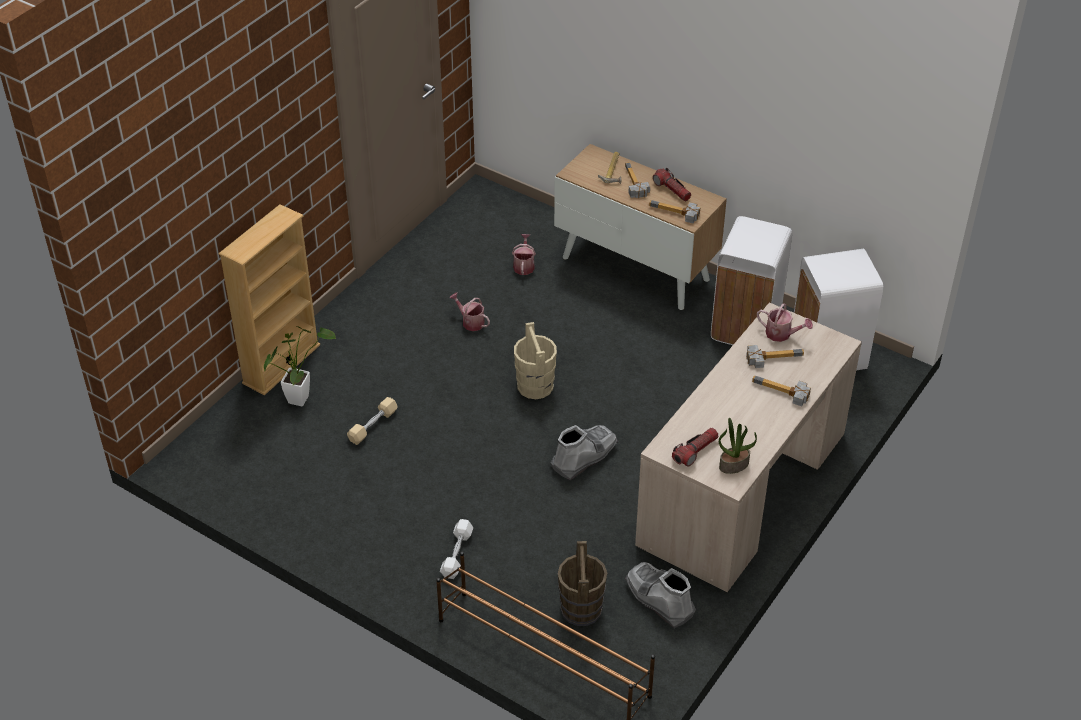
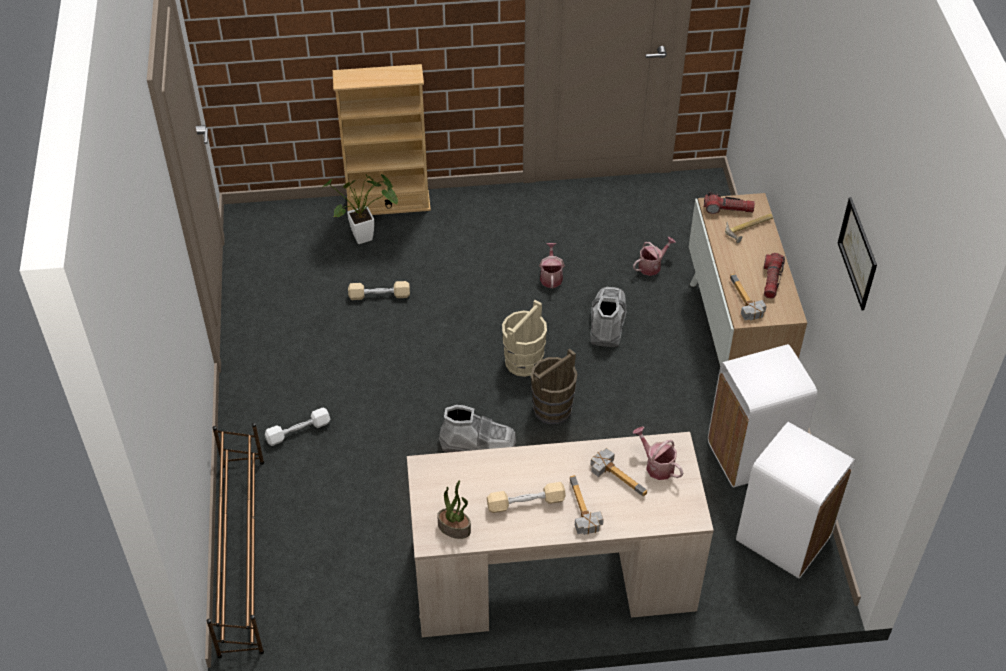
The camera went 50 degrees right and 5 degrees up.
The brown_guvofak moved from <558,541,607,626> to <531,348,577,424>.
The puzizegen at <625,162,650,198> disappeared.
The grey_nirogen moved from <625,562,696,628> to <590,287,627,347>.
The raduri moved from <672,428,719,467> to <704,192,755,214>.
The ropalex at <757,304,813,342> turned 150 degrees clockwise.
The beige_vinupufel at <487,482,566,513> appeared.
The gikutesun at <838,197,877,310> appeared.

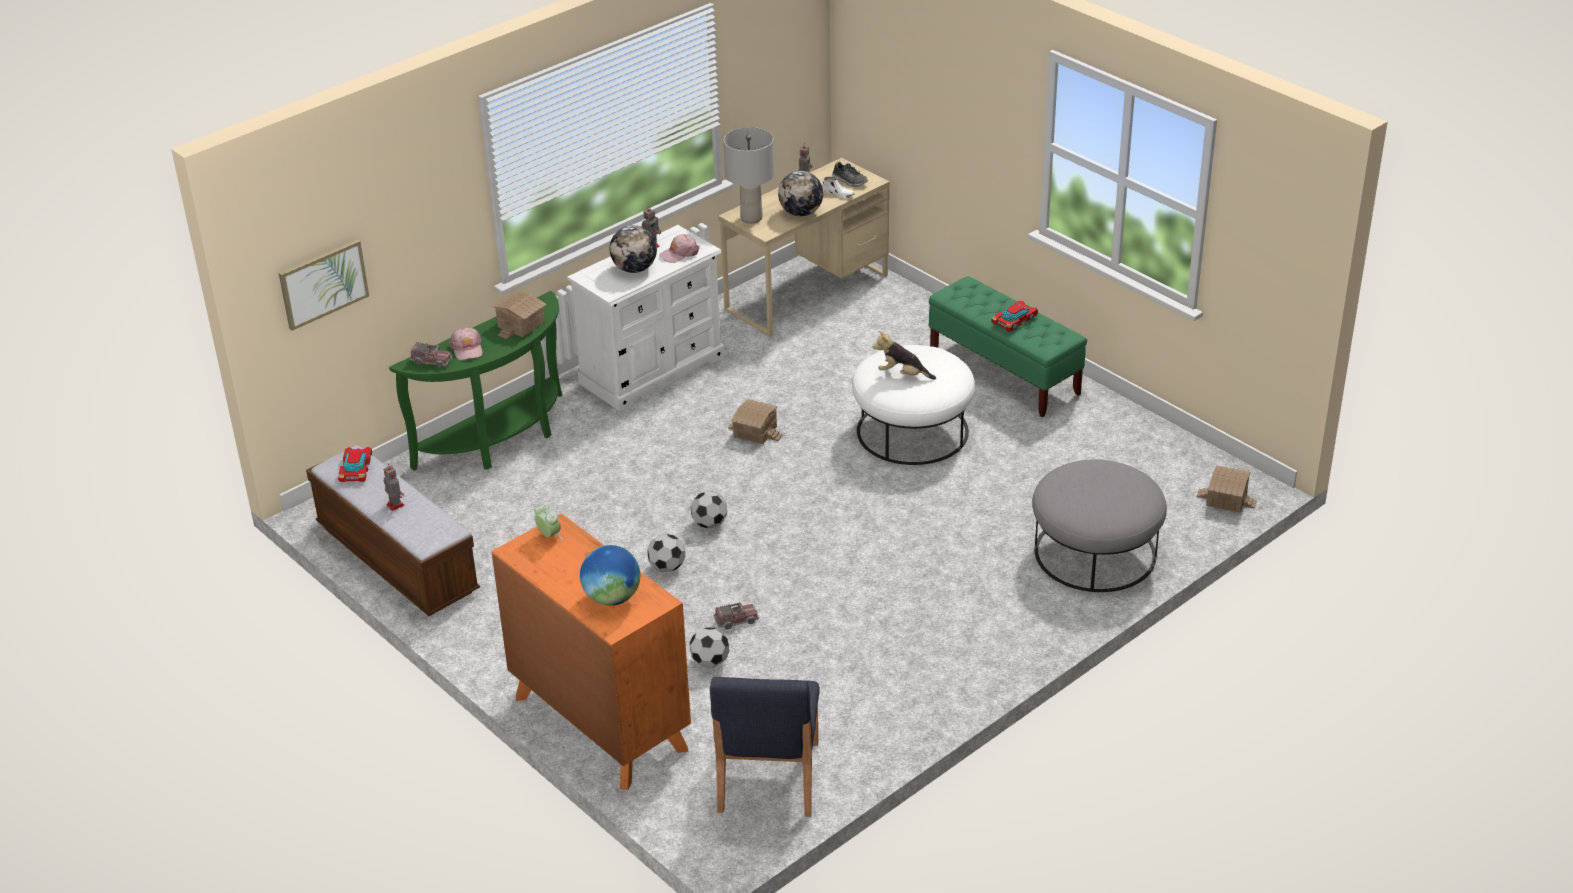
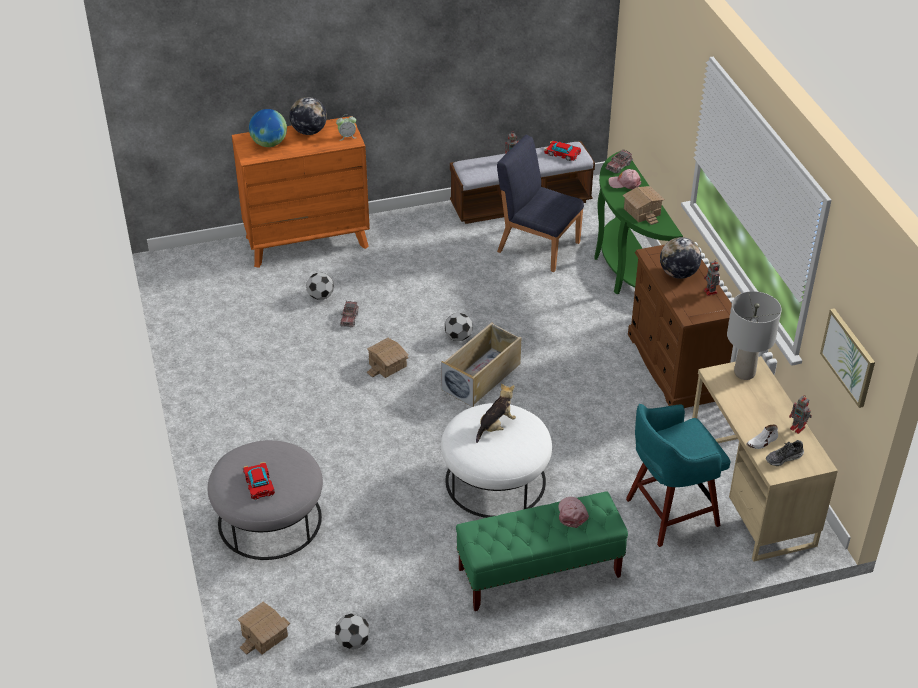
The camera went 115 degrees right and 5 degrees up.
The gikutesun moved from <279,239,369,331> to <820,308,875,408>.
The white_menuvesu at <567,225,725,411> became the brown_menuvesu at <628,245,733,408>.
The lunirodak moved from <647,534,685,572> to <335,613,369,650>.
The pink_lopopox moved from <659,234,700,263> to <558,497,589,528>.
The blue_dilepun moved from <710,677,820,817> to <497,135,584,272>.
The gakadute moved from <728,399,783,444> to <367,338,409,378>.
The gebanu moved from <778,171,823,216> to <289,97,327,135>.
The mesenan moved from <991,301,1038,332> to <243,462,275,500>.
The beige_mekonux at <441,322,522,407> appeared.
The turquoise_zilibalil at <626,404,731,547> appeared.

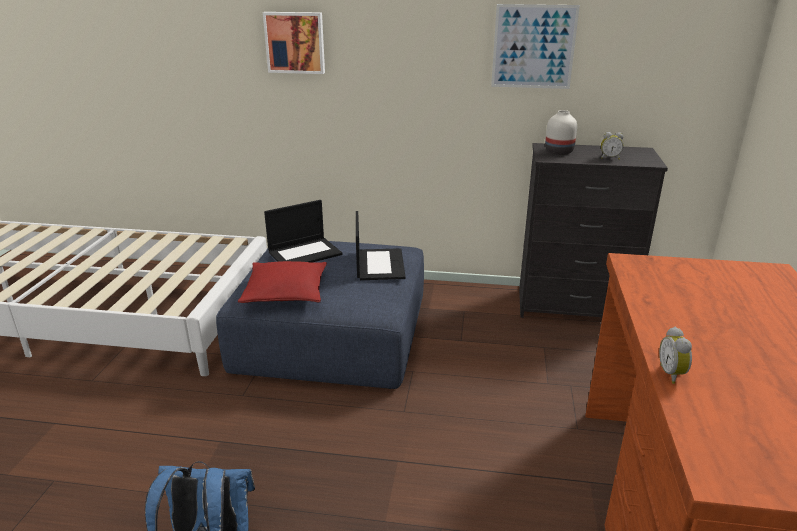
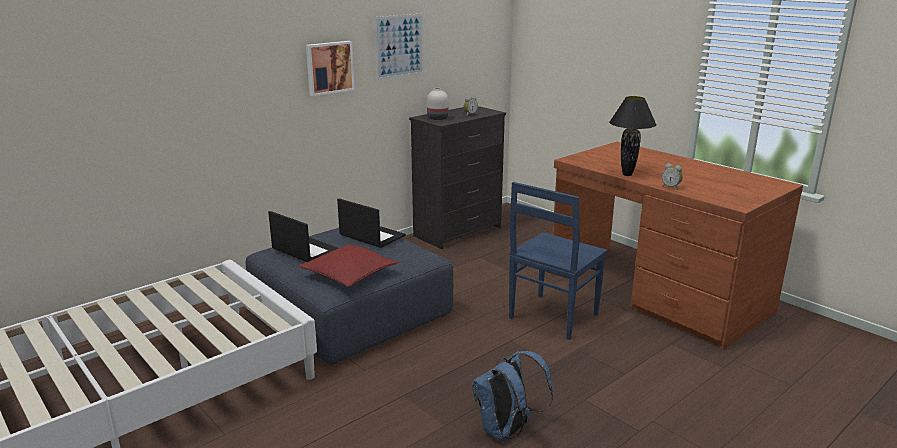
The camera went 50 degrees left and 5 degrees down.
The gikutesun moved from <263,12,325,74> to <306,41,355,96>.
The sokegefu at <264,200,343,263> turned 60 degrees counterclockwise.
The blue_dilepun at <509,182,607,340> appeared.
The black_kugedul at <609,96,656,176> appeared.

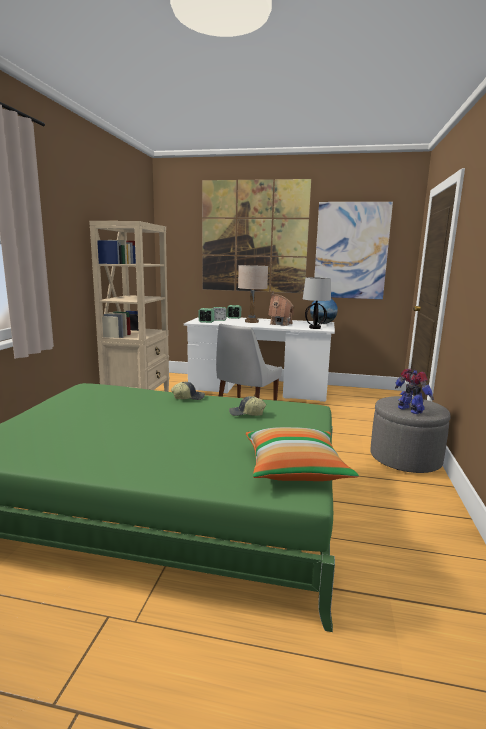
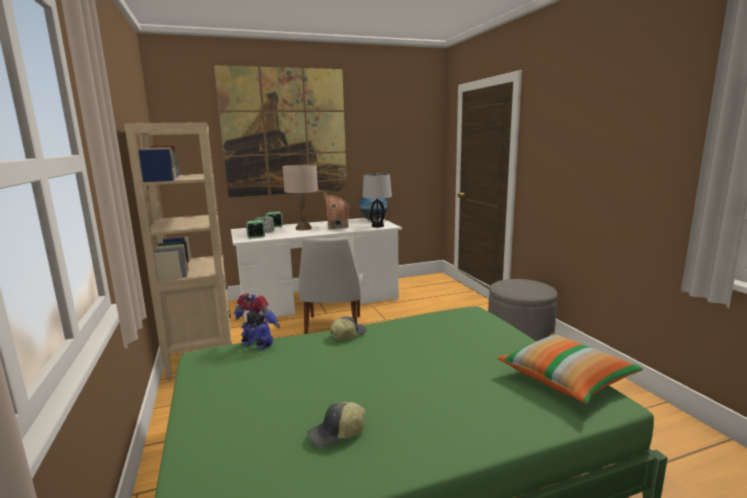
The camera went 30 degrees left and 0 degrees up.
The lopopox moved from <229,396,266,416> to <307,401,365,448>.
The gikutesun at <314,202,393,299> disappeared.
The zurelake moved from <395,369,434,414> to <234,293,280,350>.

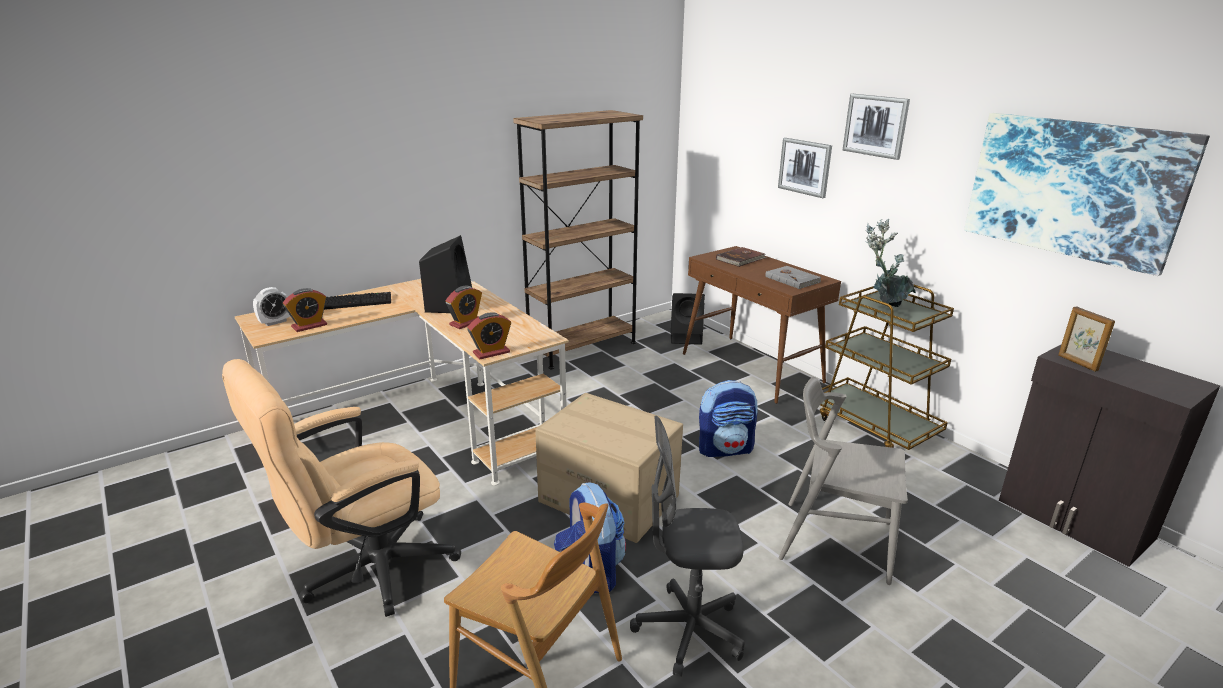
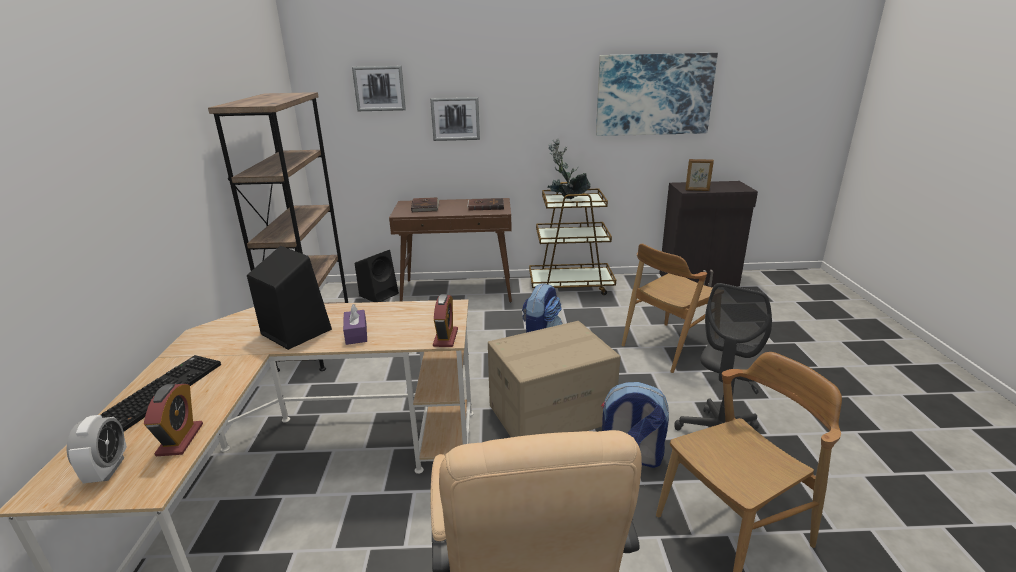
The camera went 55 degrees left and 0 degrees up.
The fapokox at <445,286,482,329> was replaced by the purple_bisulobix at <343,304,367,345>.
The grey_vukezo at <765,266,821,289> became the brown_vukezo at <467,198,504,210>.
The grey_dilepun at <778,377,908,585> became the brown_dilepun at <622,244,713,373>.
The gikutesun moved from <842,94,910,160> to <352,66,406,111>.

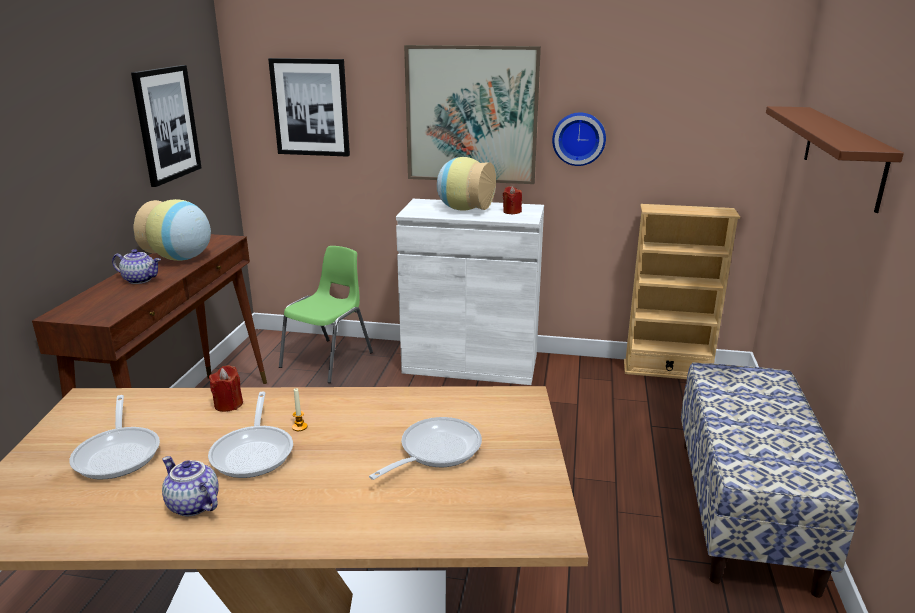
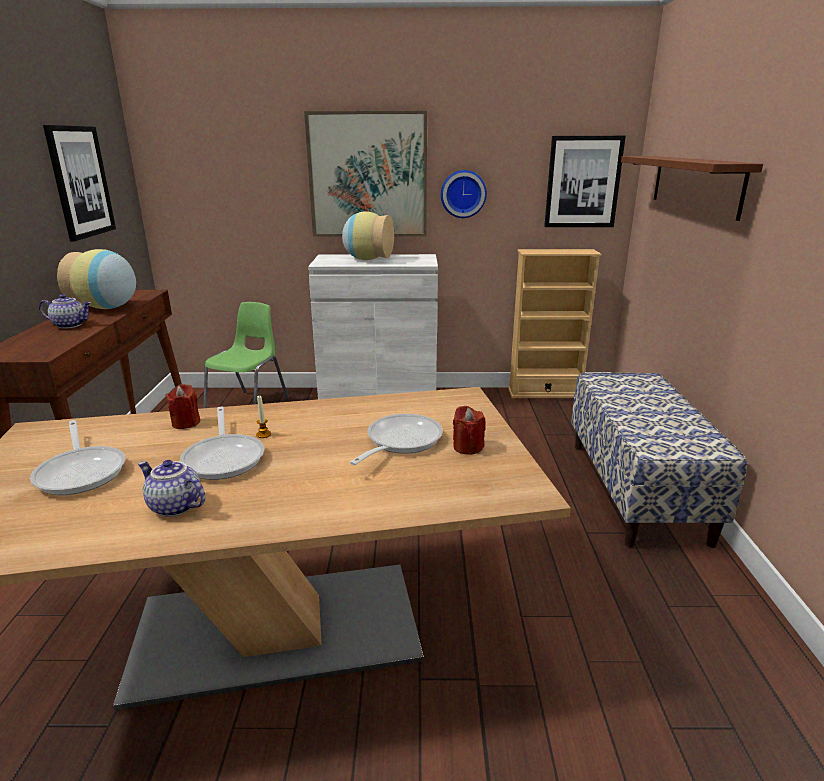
The camera went 10 degrees left and 0 degrees up.
The gikutesun moved from <268,58,350,157> to <544,136,626,227>.
The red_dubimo moved from <503,186,522,214> to <453,406,485,455>.

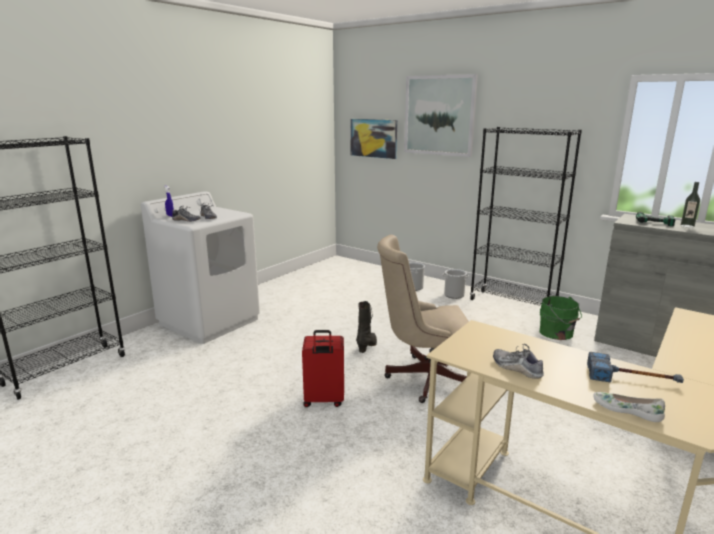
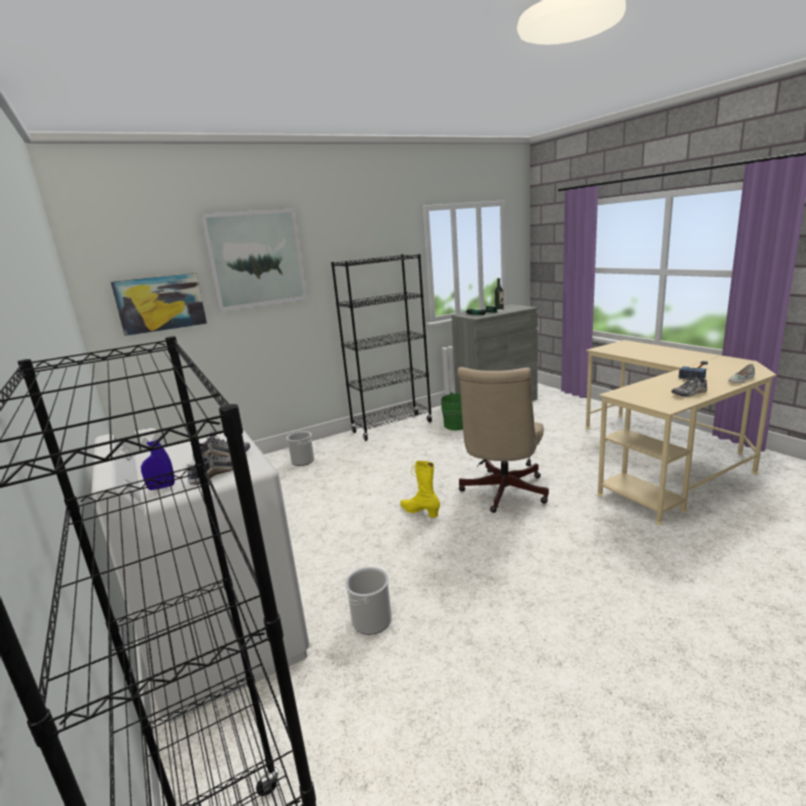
The camera went 65 degrees left and 0 degrees up.
The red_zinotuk at <302,330,344,407> disappeared.
The black_nirogen at <356,301,377,353> became the yellow_nirogen at <400,461,440,518>.
The guvofak moved from <443,269,469,299> to <345,567,392,635>.

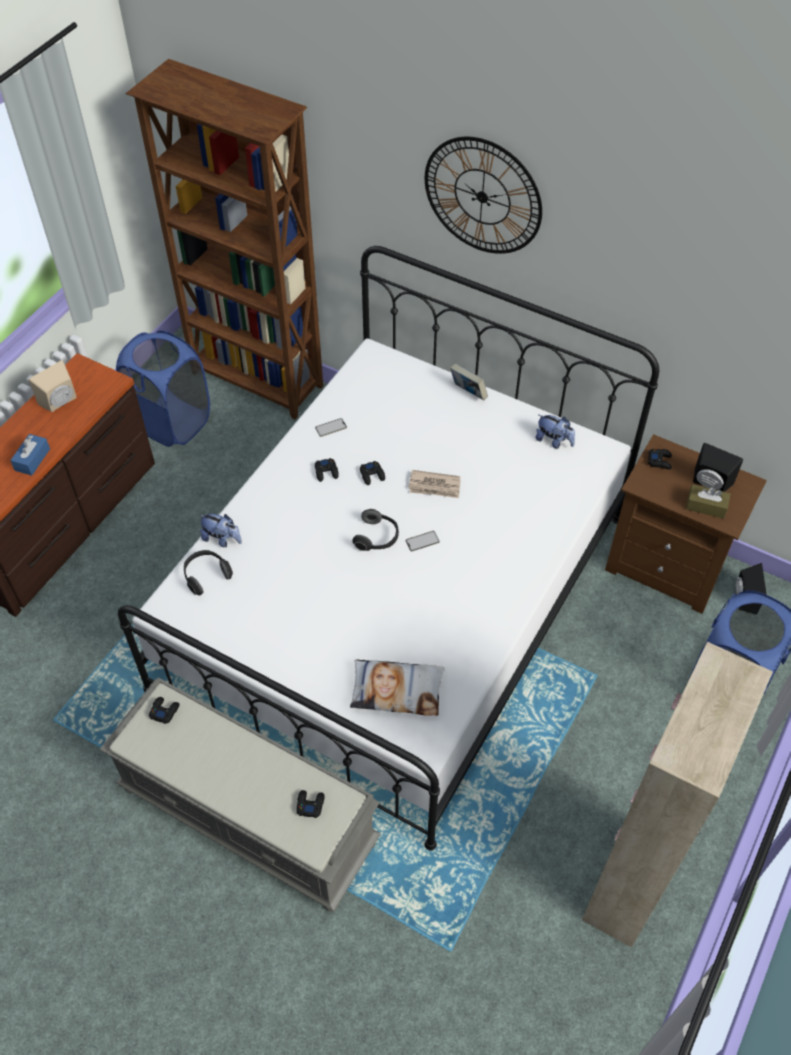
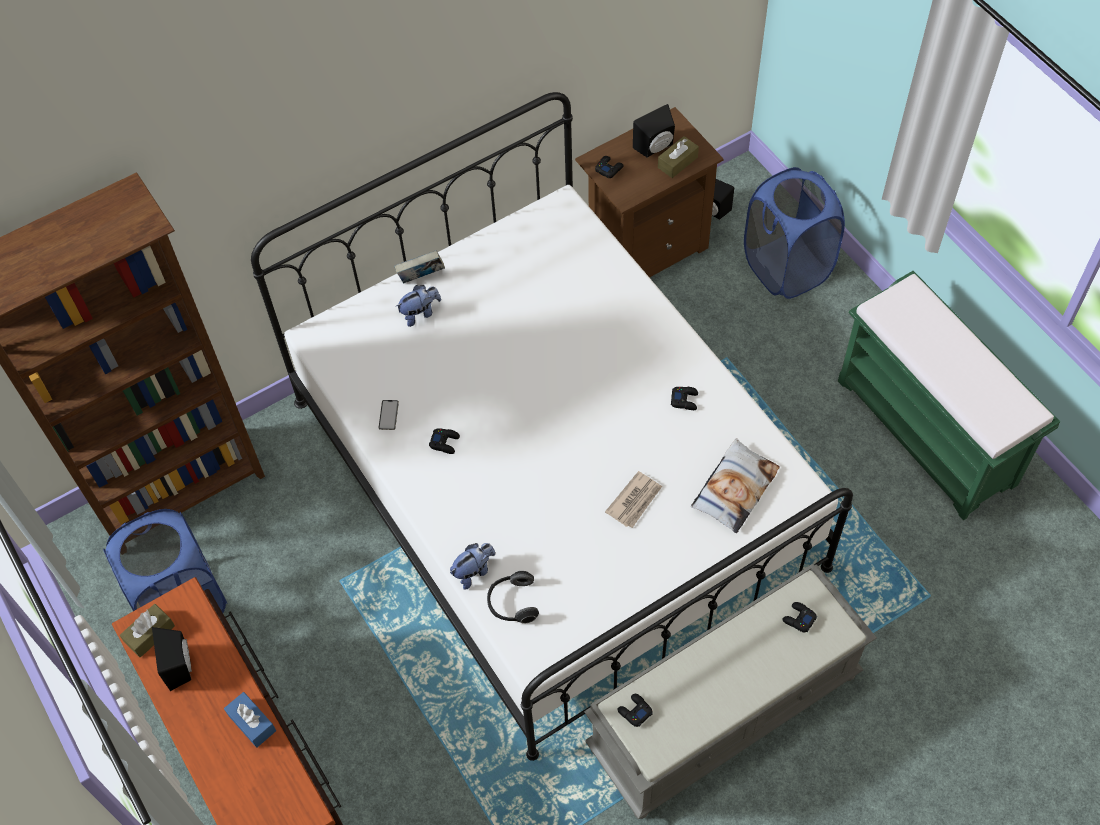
The camera went 60 degrees left and 5 degrees up.
The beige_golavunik at <29,360,77,412> became the black_golavunik at <152,627,192,691>.
The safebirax at <352,509,399,551> disappeared.
The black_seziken moved from <360,461,385,485> to <671,387,698,410>.
The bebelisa at <406,531,440,551> disappeared.
The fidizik moved from <408,470,460,498> to <605,471,662,528>.
The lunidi at <425,137,542,254> disappeared.
The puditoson moved from <535,415,575,449> to <395,285,441,327>.
The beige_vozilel at <582,642,773,948> was replaced by the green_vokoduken at <838,271,1060,520>.
The brown_bisulobix at <120,604,175,658> appeared.

